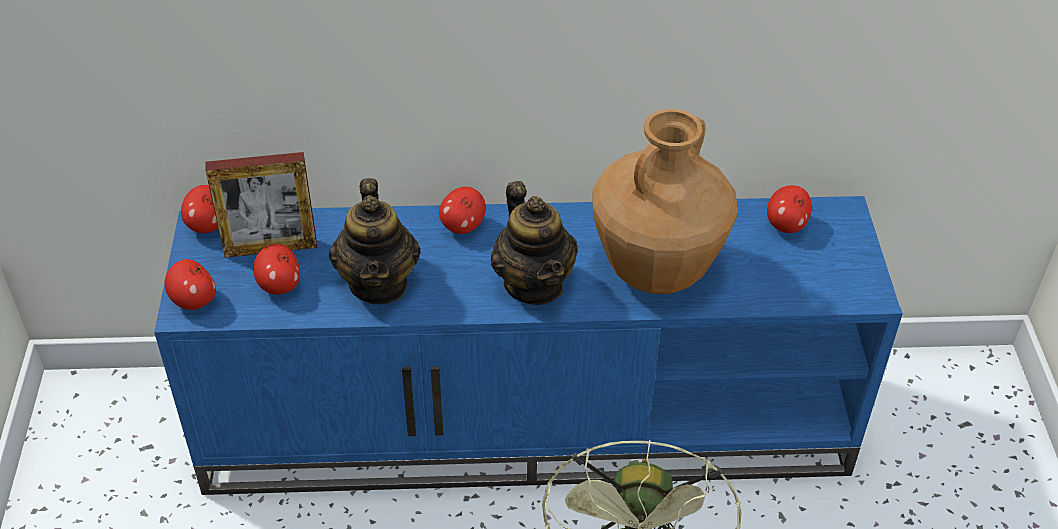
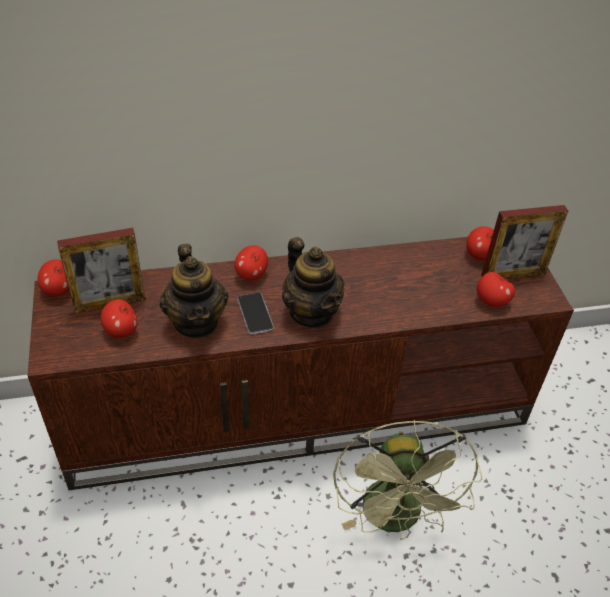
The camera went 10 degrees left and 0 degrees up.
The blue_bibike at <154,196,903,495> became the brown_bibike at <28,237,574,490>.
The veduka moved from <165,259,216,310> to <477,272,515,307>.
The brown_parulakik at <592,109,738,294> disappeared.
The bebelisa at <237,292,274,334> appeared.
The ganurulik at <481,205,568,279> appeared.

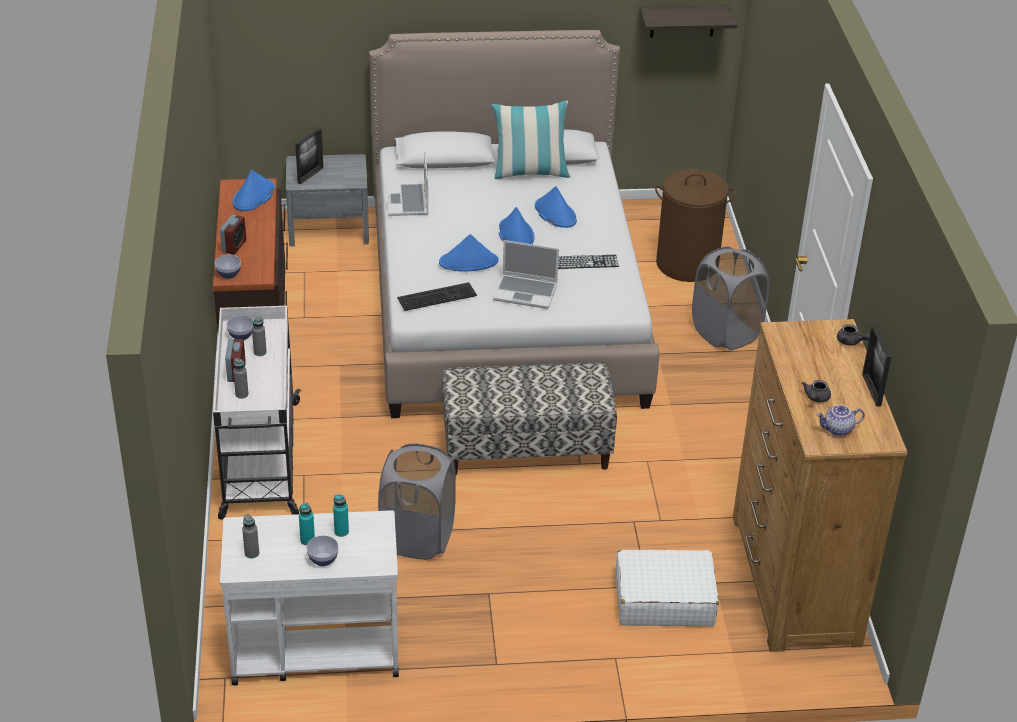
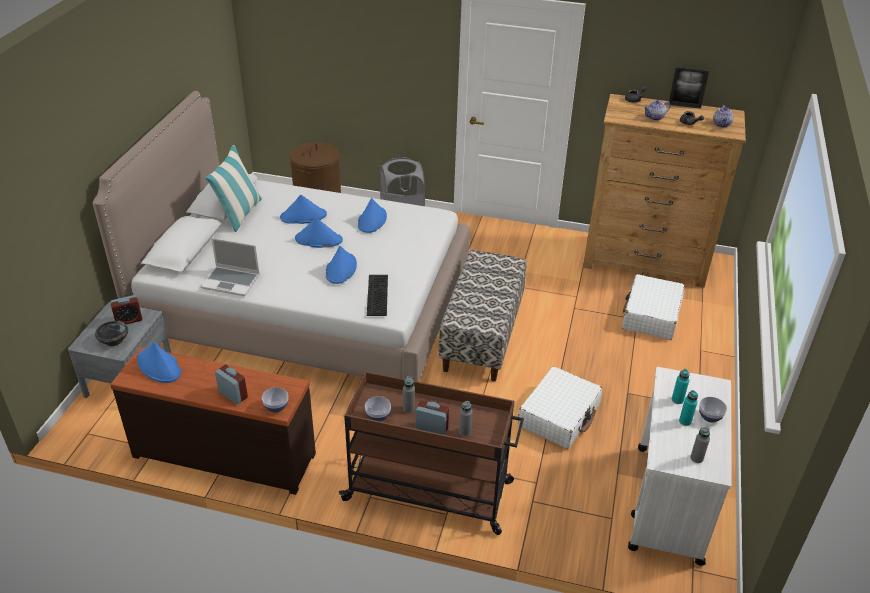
The camera went 70 degrees left and 0 degrees up.
The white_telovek at <213,306,302,520> became the brown_telovek at <339,371,524,535>.
The ganurulik at <295,128,323,184> was replaced by the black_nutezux at <95,321,128,346>.
The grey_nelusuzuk at <378,443,456,560> was replaced by the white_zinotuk at <518,366,602,449>.
The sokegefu at <493,240,559,309> disappeared.
The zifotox at <558,255,619,269> was replaced by the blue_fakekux at <358,198,387,233>.
The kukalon at <639,4,737,38> disappeared.
The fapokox at <110,295,142,324> appeared.
The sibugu at <643,100,671,121> appeared.

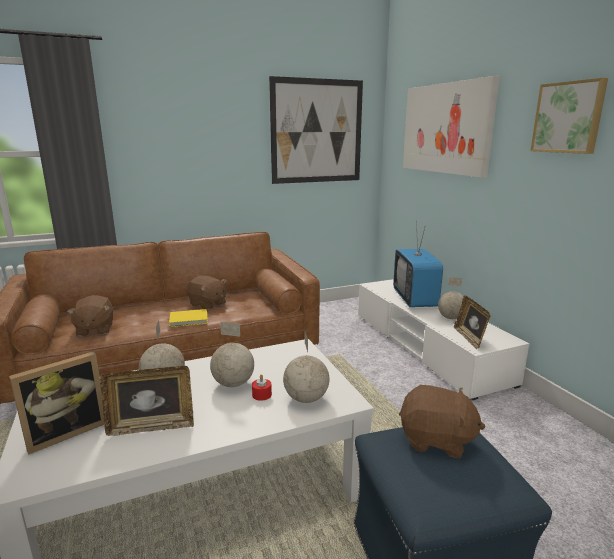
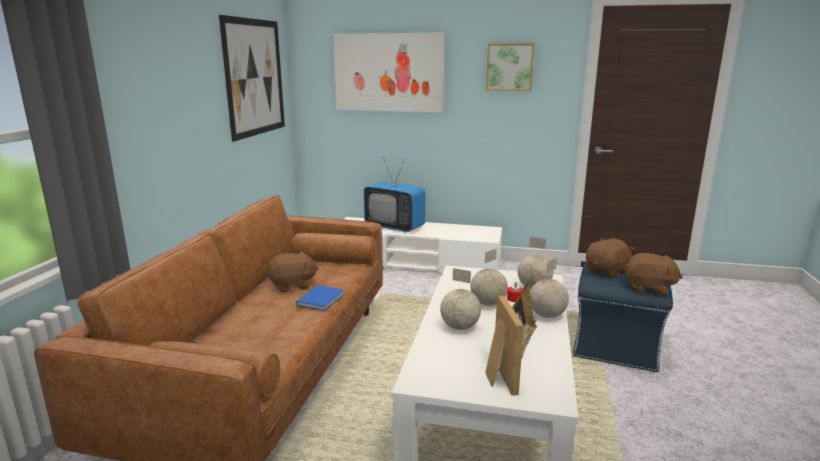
The camera went 55 degrees left and 0 degrees up.
The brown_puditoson moved from <67,295,113,337> to <625,253,683,295>.
The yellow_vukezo at <169,309,208,327> became the blue_vukezo at <296,285,345,311>.
The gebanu moved from <438,277,464,319> to <530,258,569,318>.
The ganurulik at <454,295,491,349> disappeared.

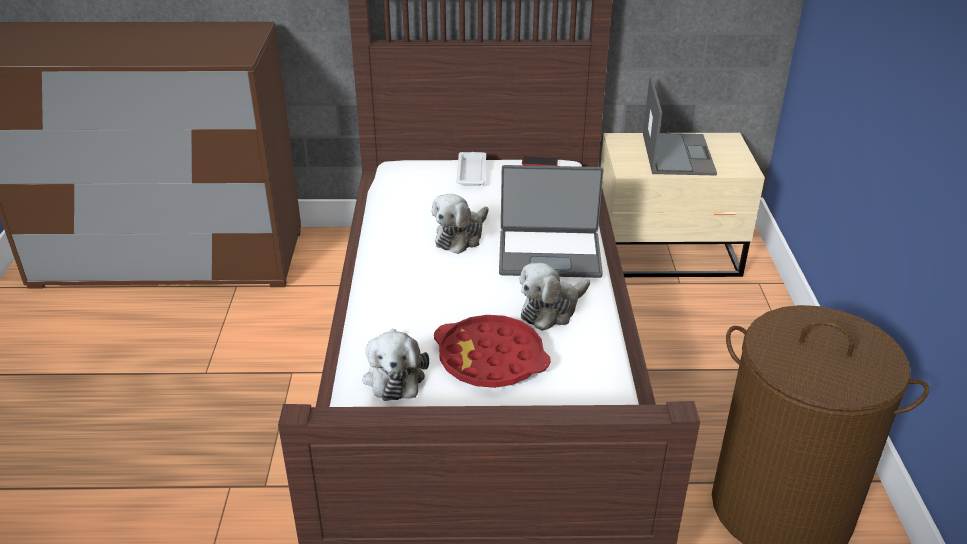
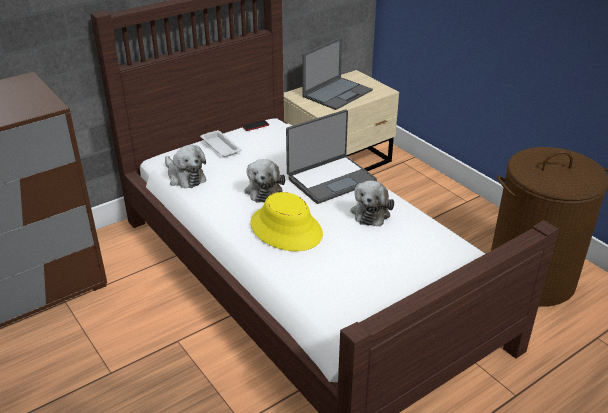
The camera went 35 degrees left and 0 degrees up.
The puditoson moved from <362,329,429,401> to <165,145,206,188>.
The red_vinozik at <434,315,551,388> disappeared.
The sokegefu at <643,77,717,175> turned 75 degrees clockwise.
The yellow_fakekux at <250,192,323,251> appeared.

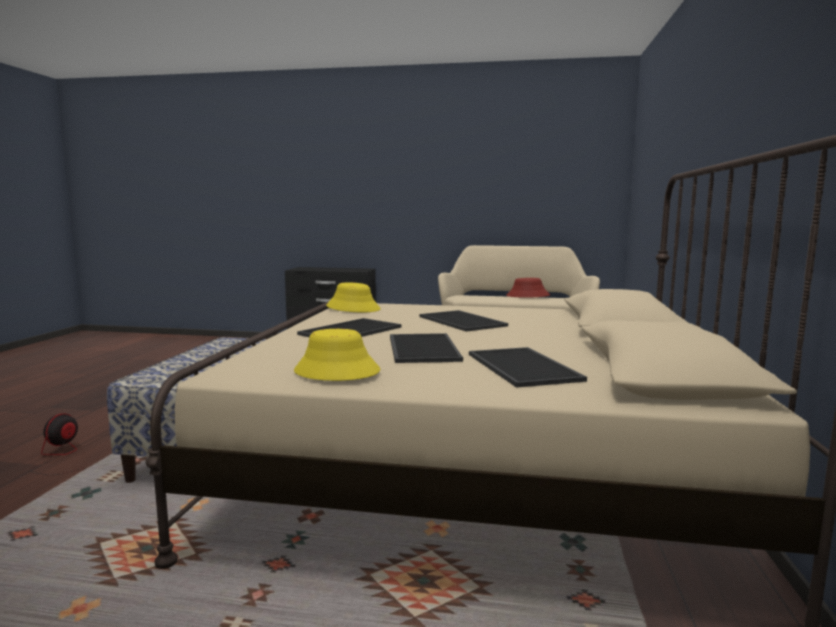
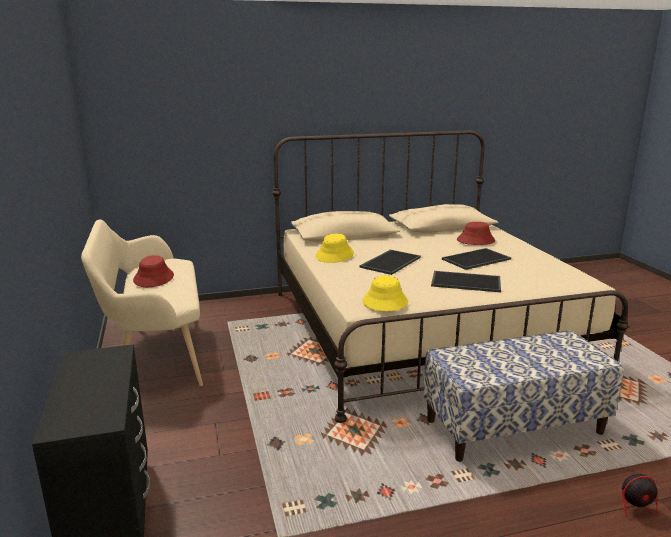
The camera went 115 degrees left and 10 degrees up.
The yellow_fakekux moved from <294,329,381,381> to <315,234,354,263>.
The vinozik at <469,347,587,388> was replaced by the red_fakekux at <457,222,495,245>.

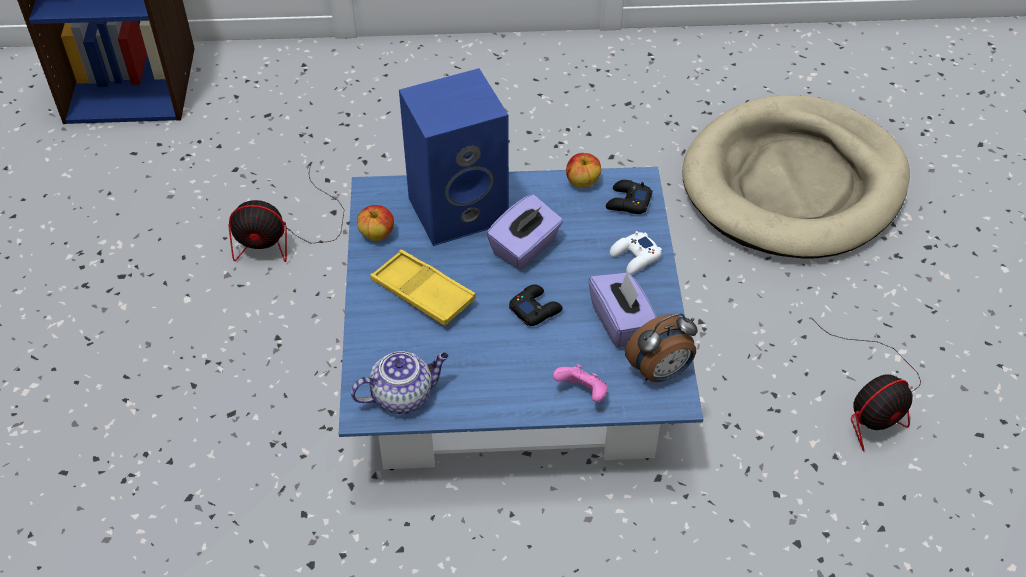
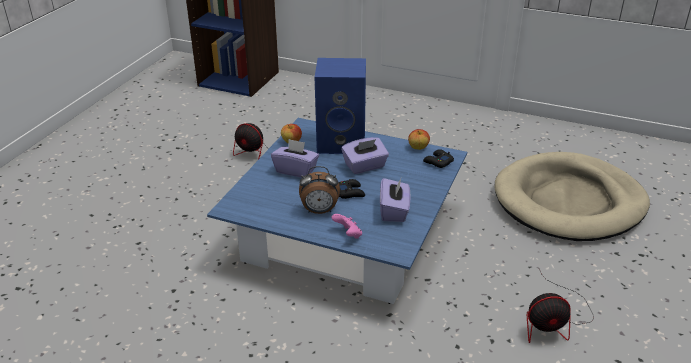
The camera went 25 degrees right and 15 degrees down.
The sibugu at <351,351,449,414> disappeared.
The yellow_vinozik at <370,250,476,326> was replaced by the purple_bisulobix at <271,139,319,178>.
The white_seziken at <610,231,662,274> disappeared.
The fapokox moved from <625,313,698,382> to <299,166,340,214>.

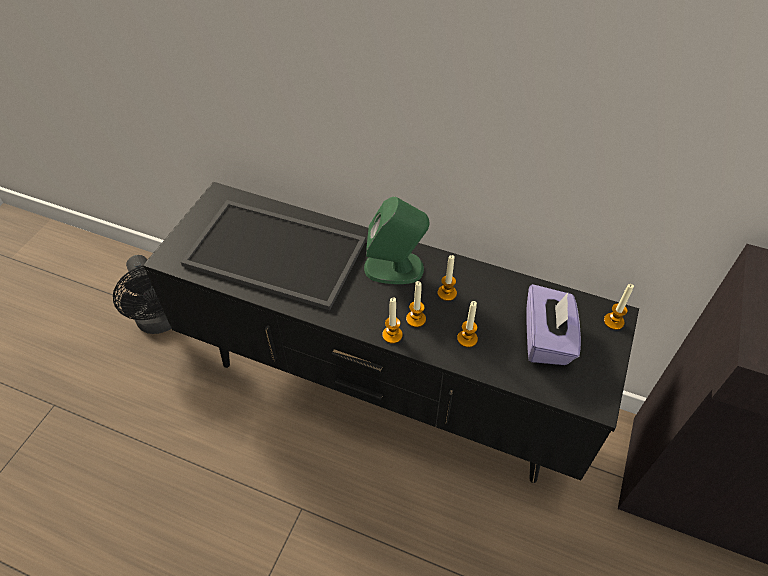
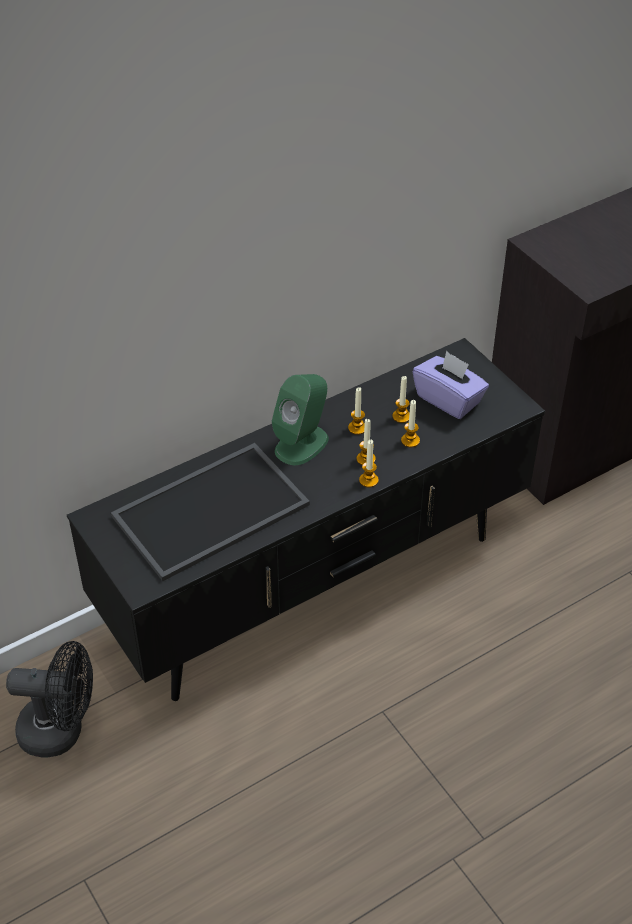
The camera went 55 degrees left and 5 degrees down.
The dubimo moved from <604,284,634,330> to <392,376,410,423>.

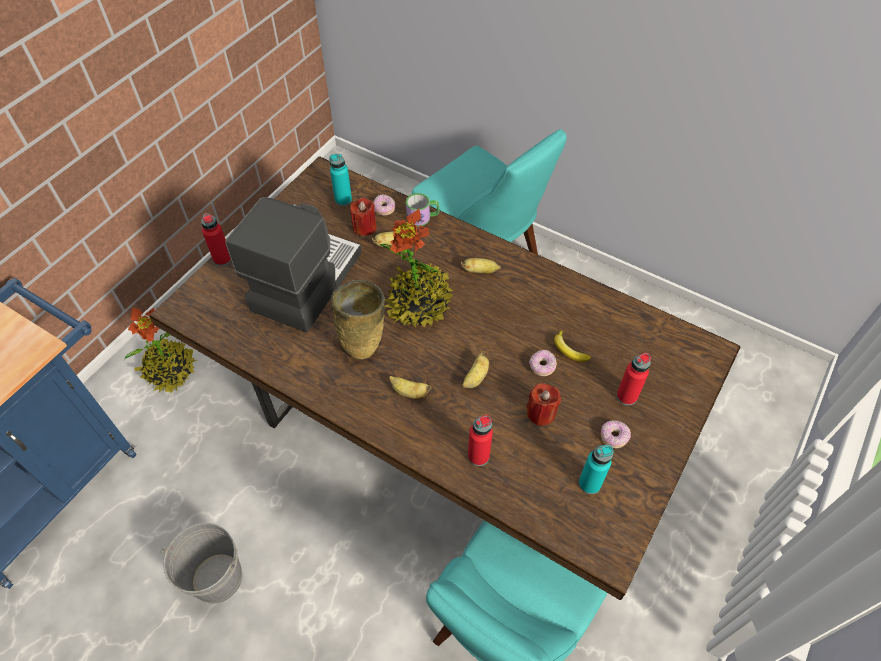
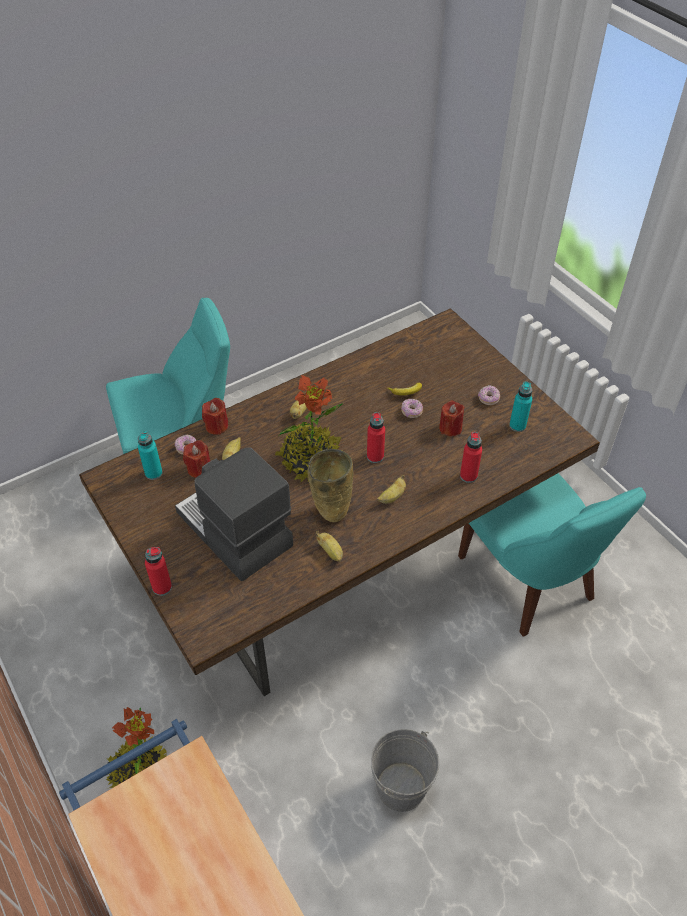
The camera went 65 degrees left and 5 degrees down.
The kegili at <406,193,439,227> was replaced by the red_dubimo at <202,398,228,435>.
The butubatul moved from <462,350,489,388> to <315,531,343,562>.
The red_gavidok moved from <617,353,651,406> to <367,412,385,463>.

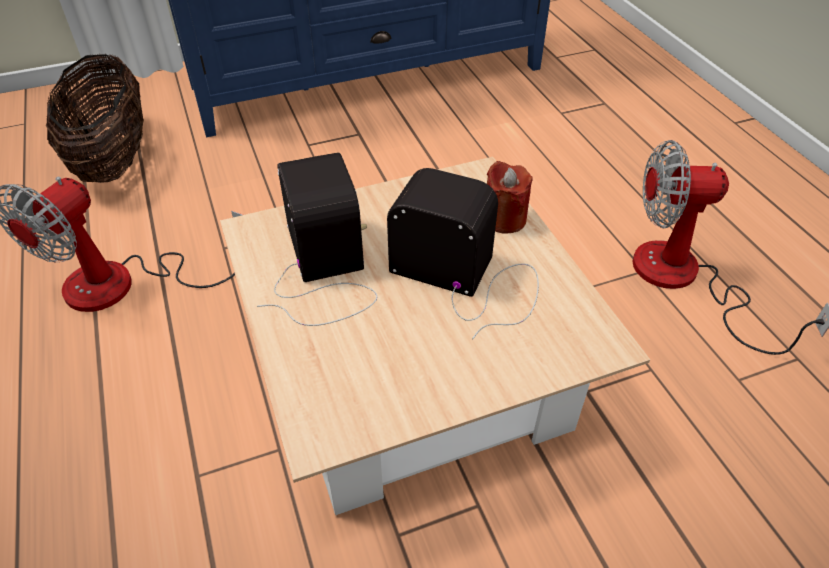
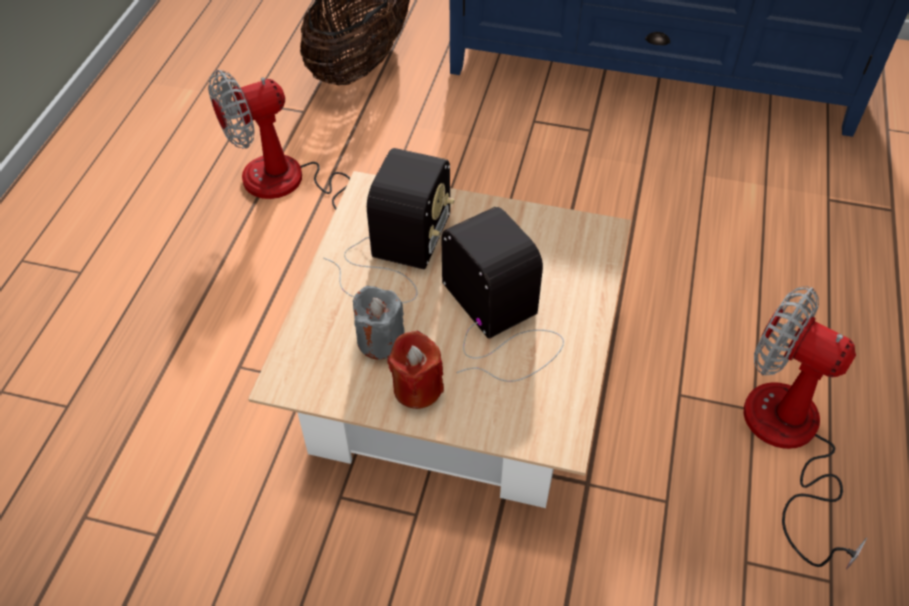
The camera went 35 degrees right and 5 degrees up.
The red_dubimo moved from <487,161,533,234> to <388,331,444,409>.
The grey_dubimo at <353,286,405,359> appeared.

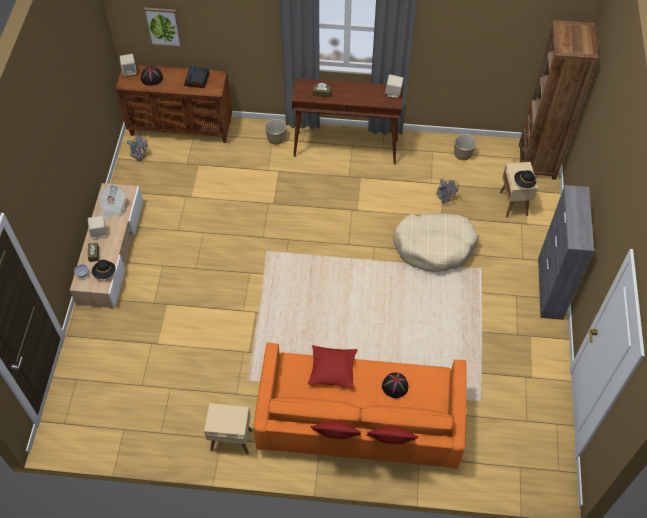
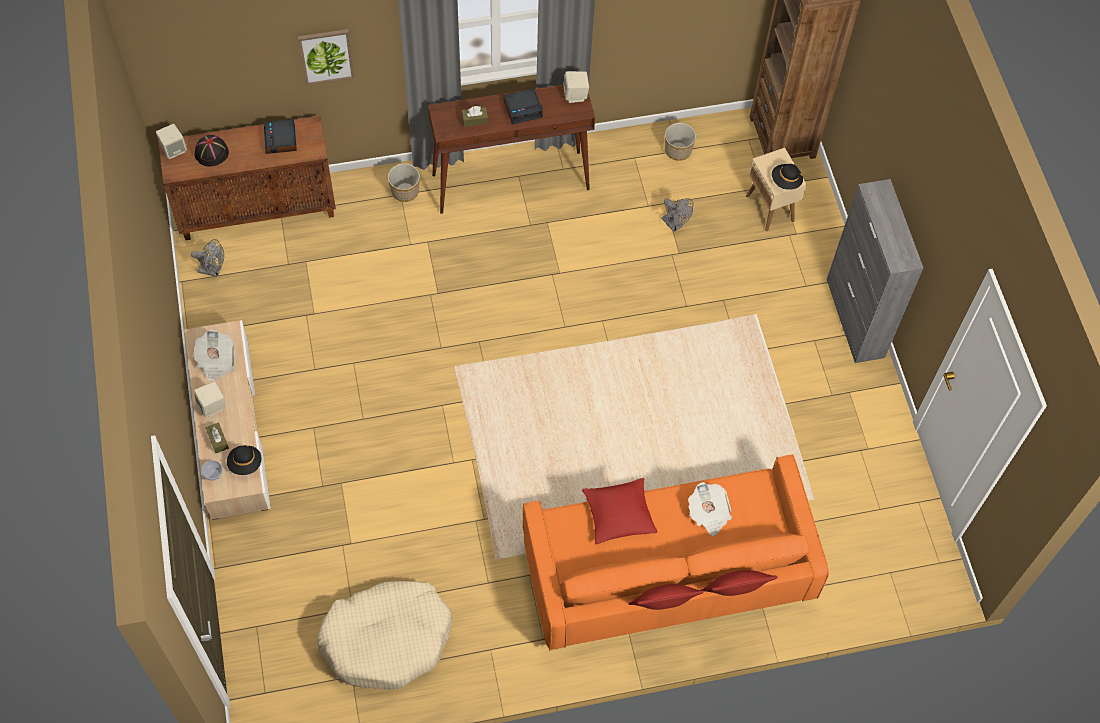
The camera went 20 degrees left and 5 degrees up.
The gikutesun moved from <143,7,183,47> to <298,29,355,85>.
The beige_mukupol at <204,403,252,455> disappeared.
The black_fakekux at <382,372,408,398> was replaced by the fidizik at <688,482,732,536>.
The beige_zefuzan moved from <393,213,479,272> to <317,581,452,690>.
The fapokox at <504,89,543,124> appeared.

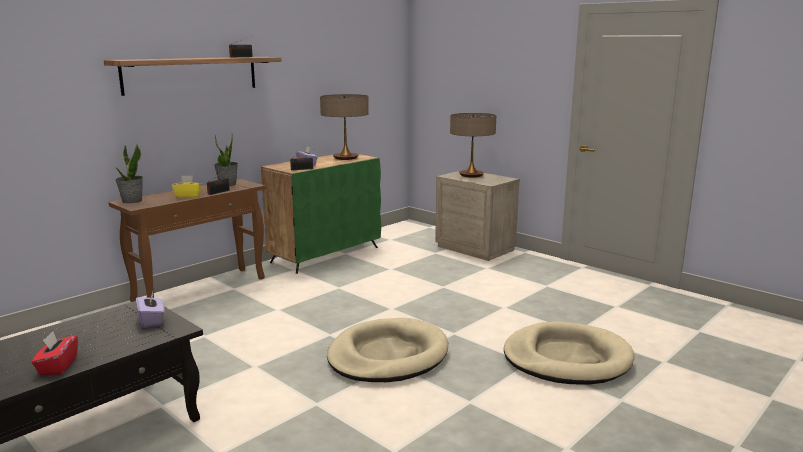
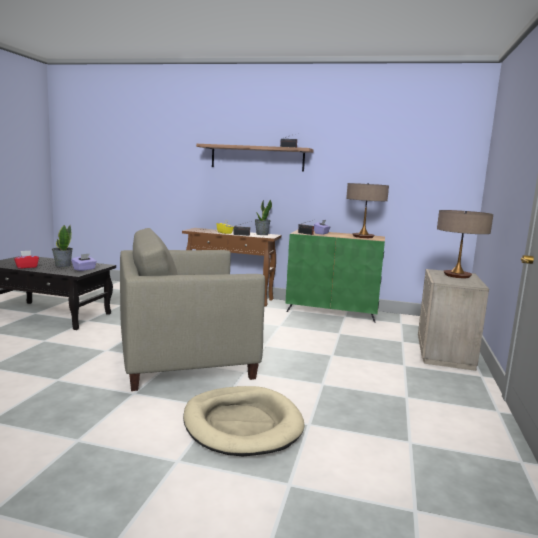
The camera went 60 degrees right and 5 degrees down.
The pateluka moved from <115,145,143,203> to <52,225,73,267>.
The beige_zefuzan at <327,318,448,382> was replaced by the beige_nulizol at <120,228,265,391>.

